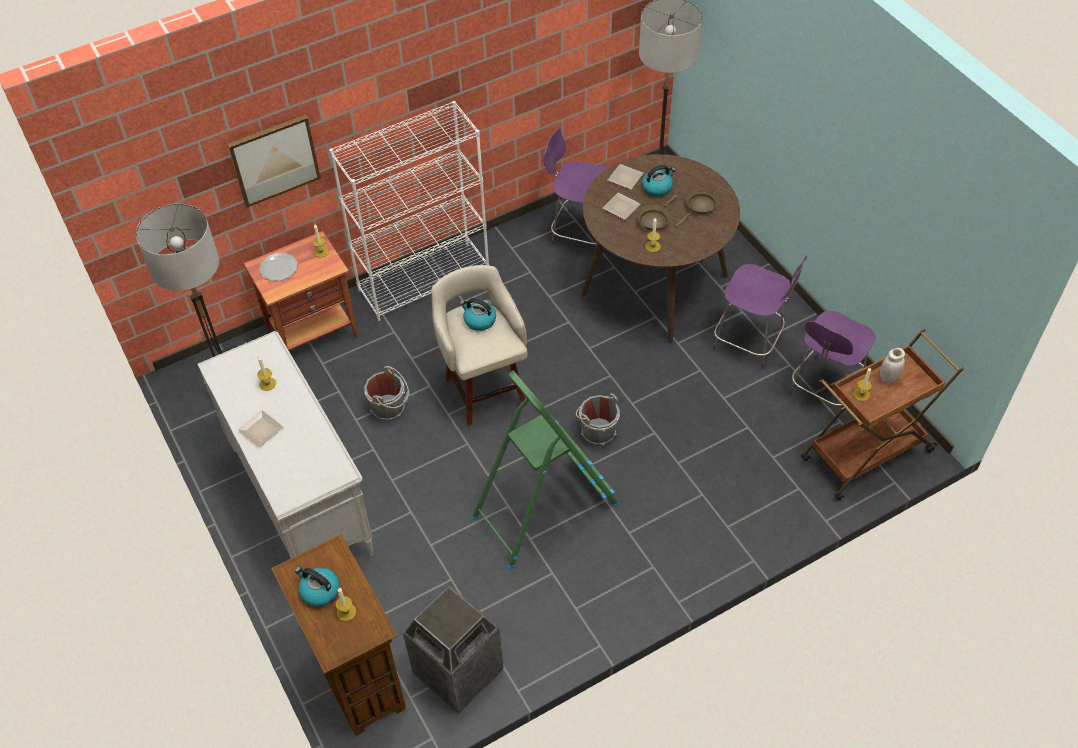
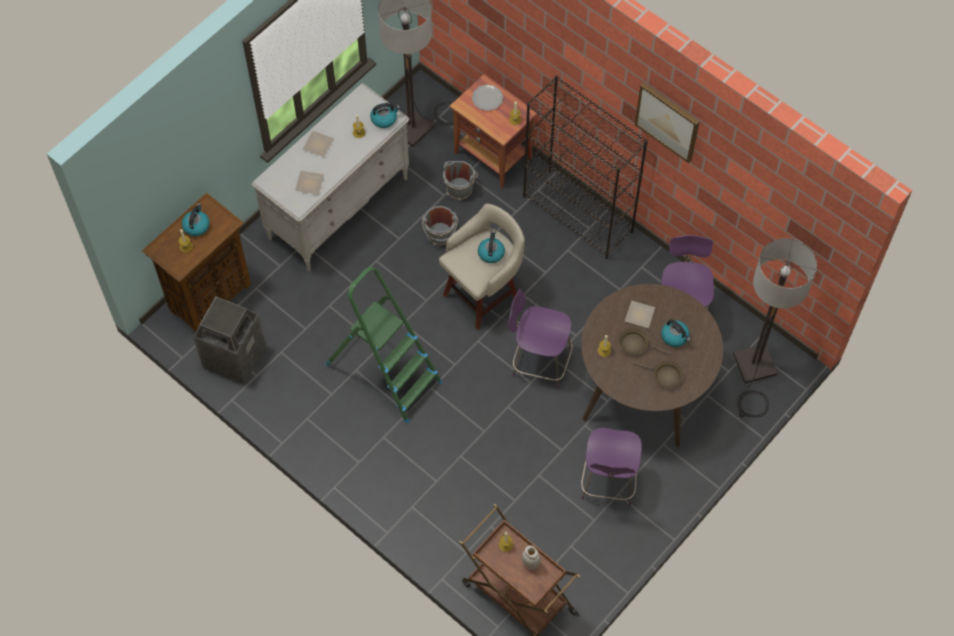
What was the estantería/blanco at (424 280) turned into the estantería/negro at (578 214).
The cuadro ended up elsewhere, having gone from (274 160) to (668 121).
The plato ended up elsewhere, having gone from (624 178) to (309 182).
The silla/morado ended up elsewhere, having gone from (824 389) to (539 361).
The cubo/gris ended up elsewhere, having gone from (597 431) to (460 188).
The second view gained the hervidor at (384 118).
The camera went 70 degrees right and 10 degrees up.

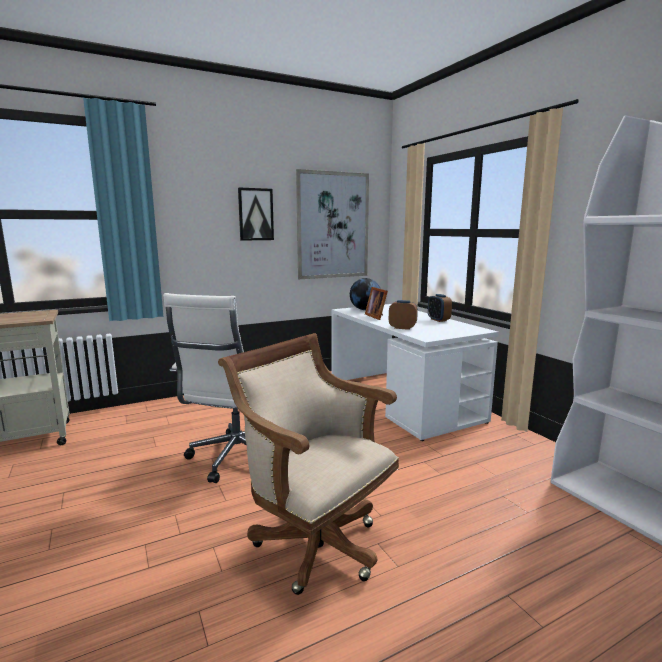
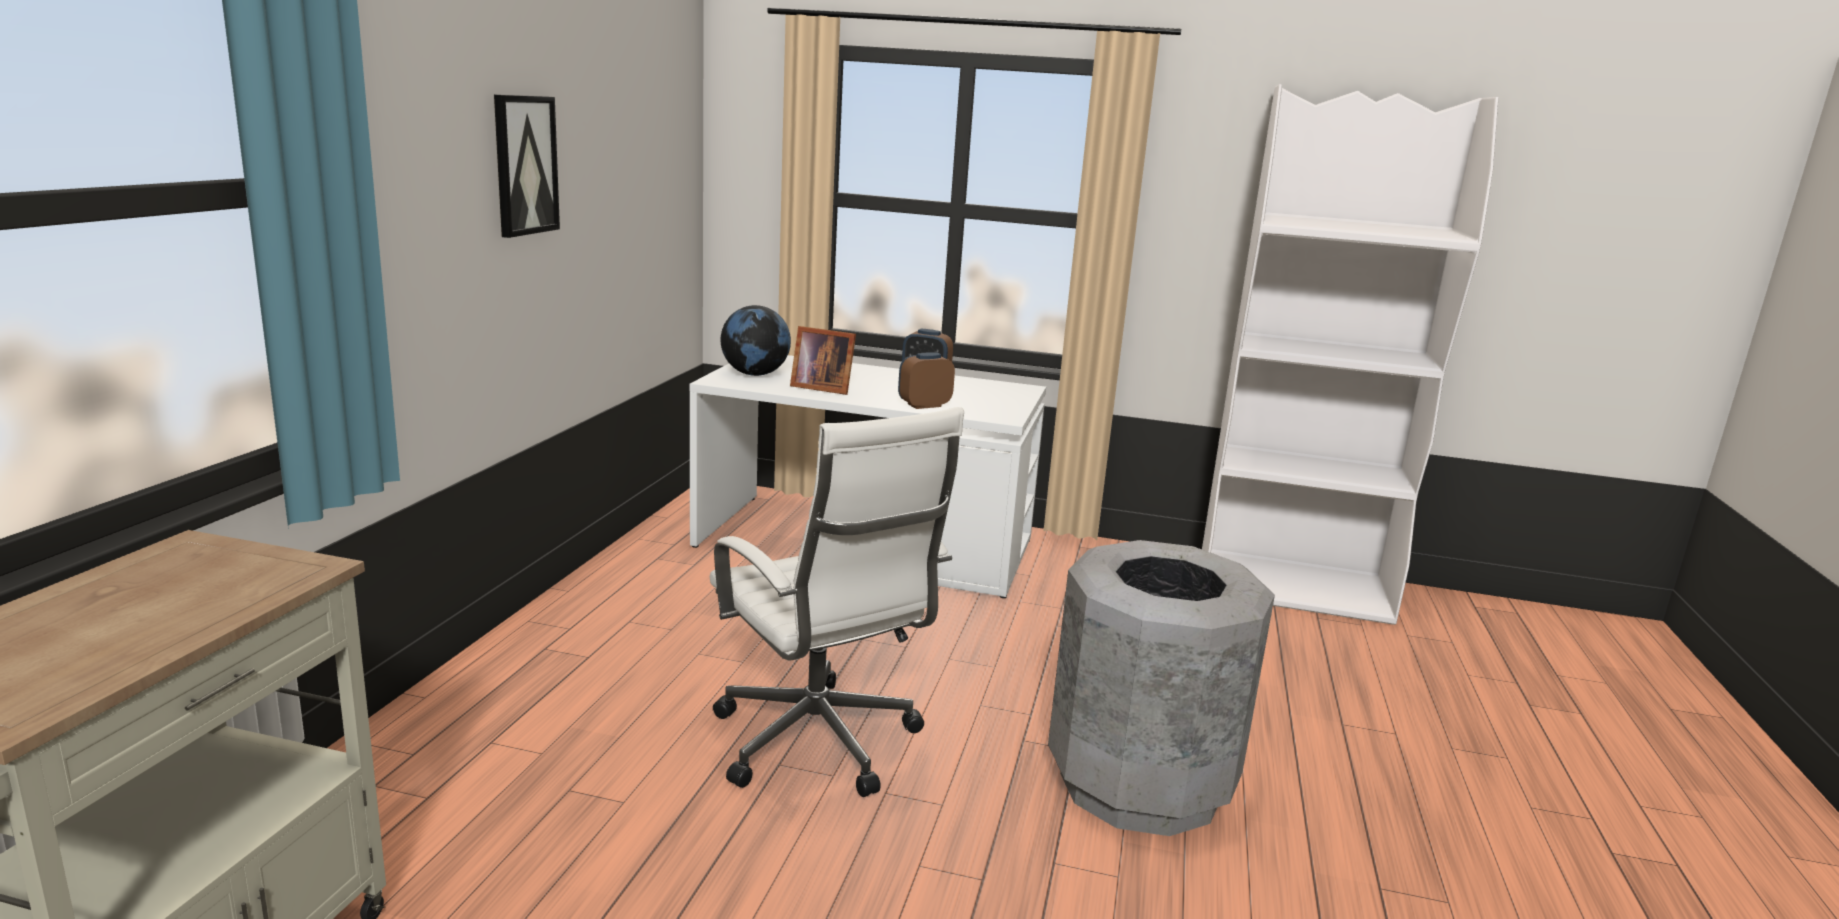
The second view lost the cuadro at (333 225).
Where the silla de oficina stood at (313 543), the papelera/gris came to stand at (1138 785).
The camera went 50 degrees left and 5 degrees up.

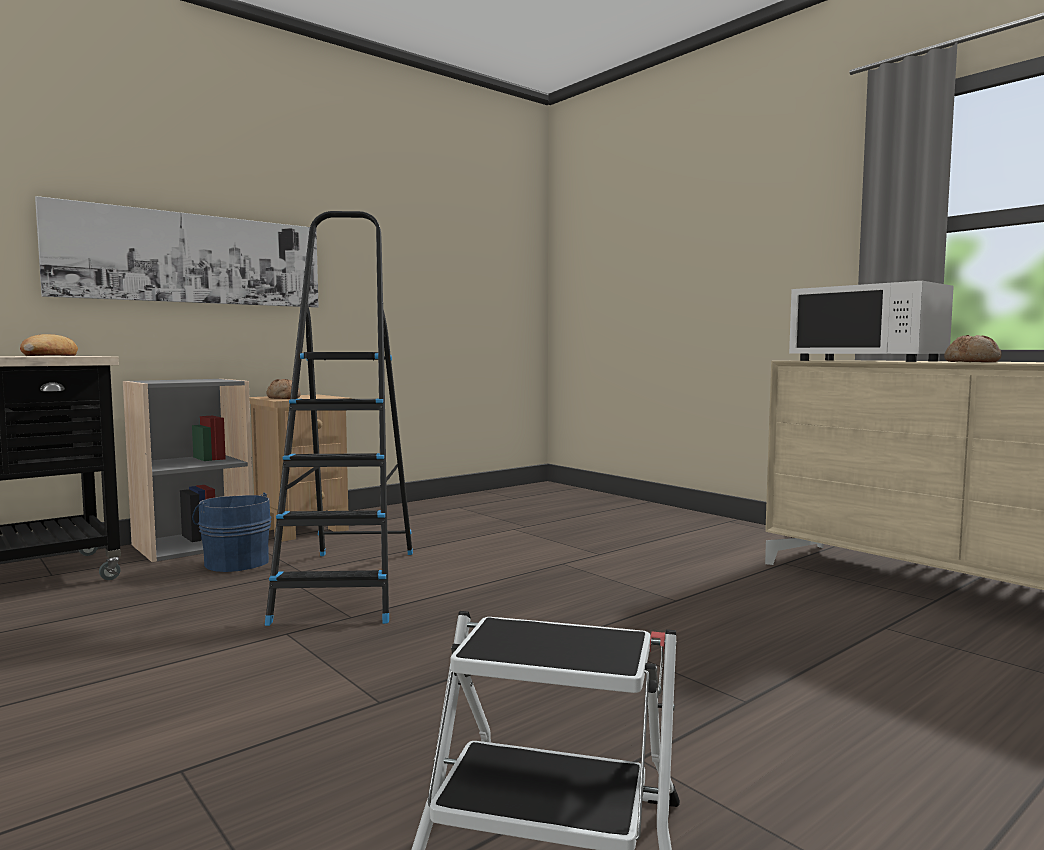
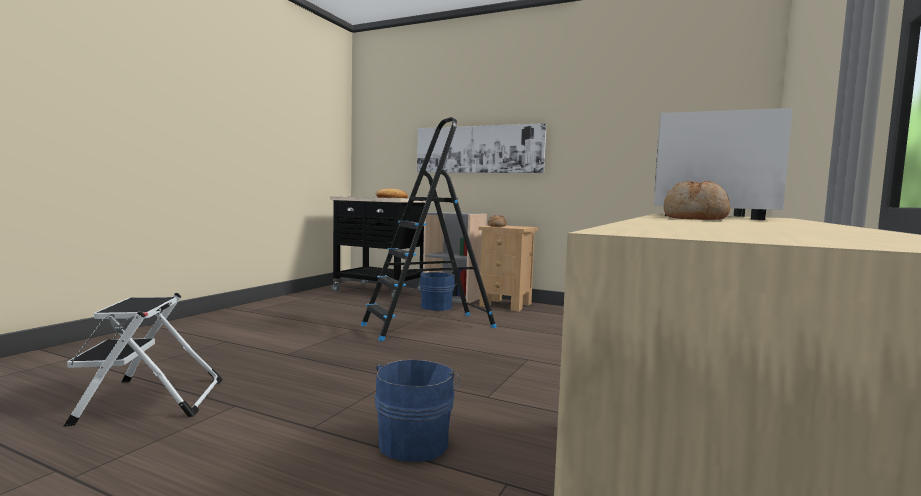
The second view gained the cubo/azul at (415 441).
The camera went 65 degrees right and 0 degrees up.

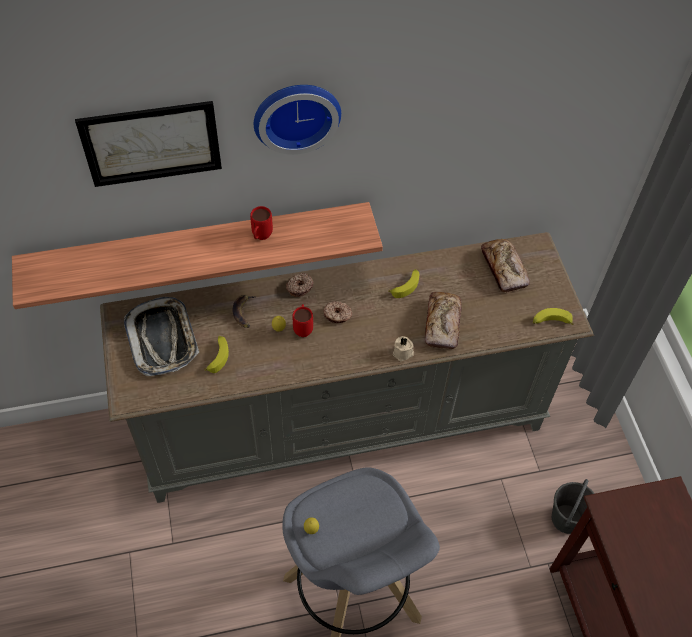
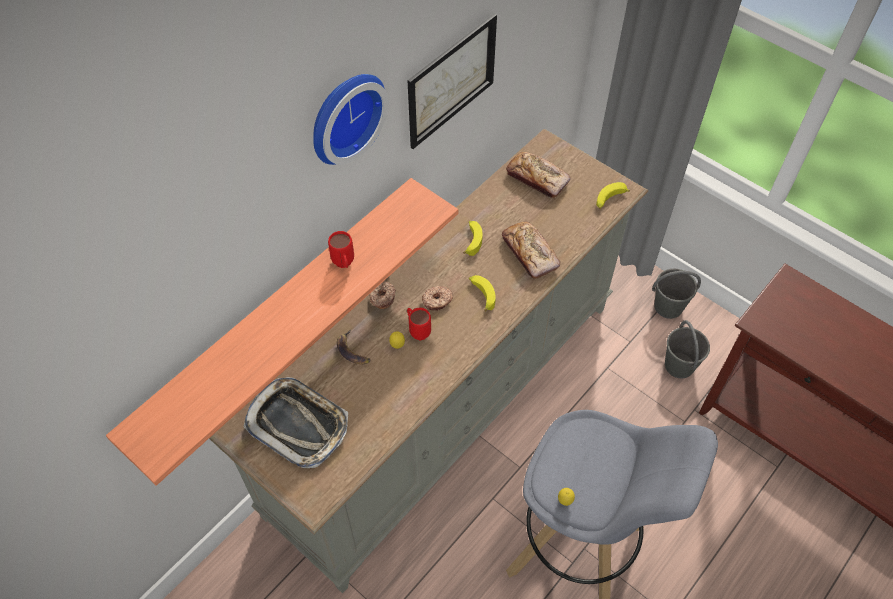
The cuadro ended up elsewhere, having gone from (151 143) to (451 81).
The plátano ended up elsewhere, having gone from (218 356) to (481 295).
The second view lost the vela/beis at (403 353).
The second view gained the cubo/gris at (667 307).
The camera went 35 degrees left and 0 degrees up.

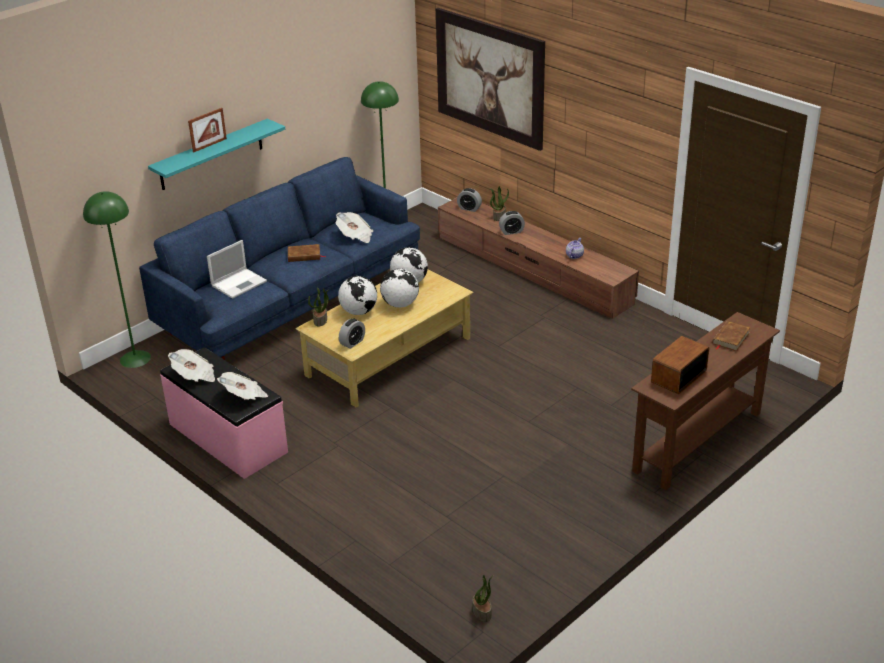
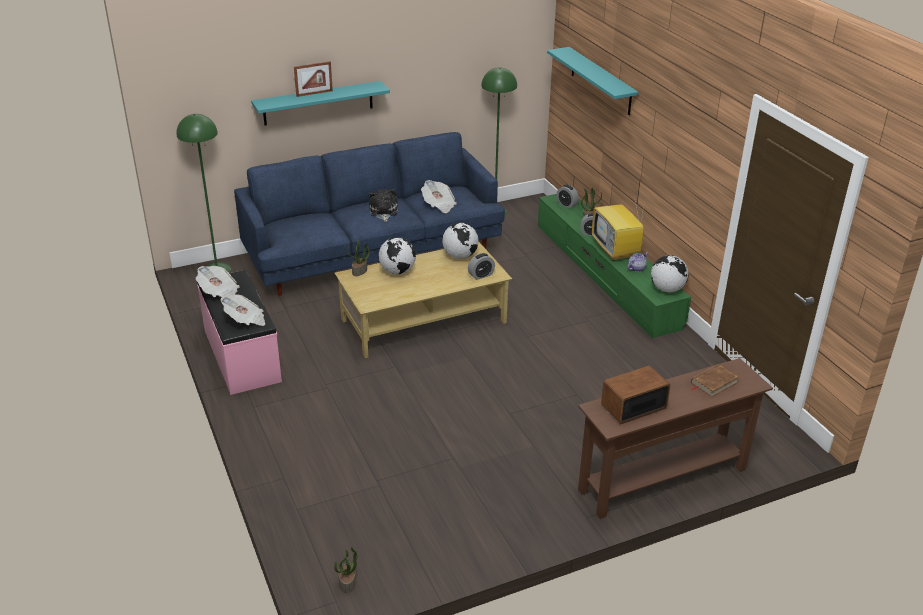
Where the cuadro hung at (490 78), the estante/turquesa came to hang at (601 81).
What was the mueble de televisión/marrón at (533 269) turned into the mueble de televisión/verde at (606 273).
The second view lost the portátil at (239 283).
Where the libro/marrón stood at (304 255), the peluche came to stand at (383 212).
The globo terráqueo ended up elsewhere, having gone from (400 304) to (667 289).
The despertador ended up elsewhere, having gone from (352 343) to (481 275).
The second view gained the televisor at (616 251).
The camera went 20 degrees right and 0 degrees up.

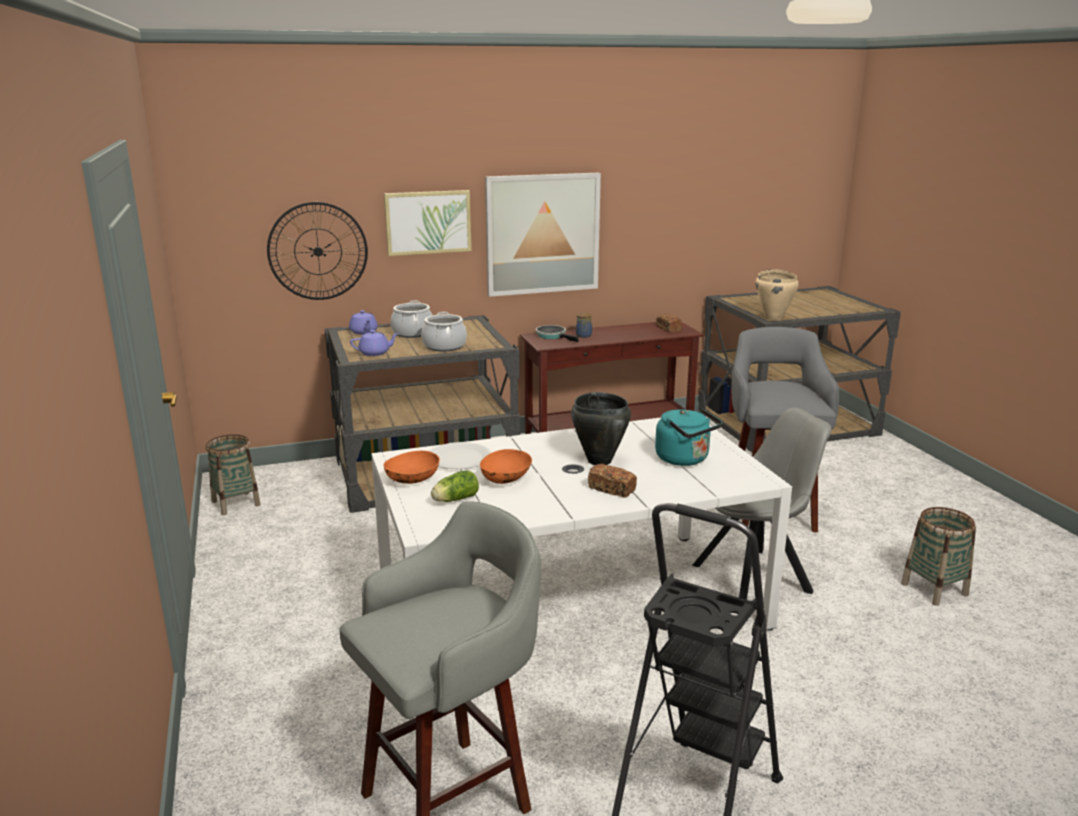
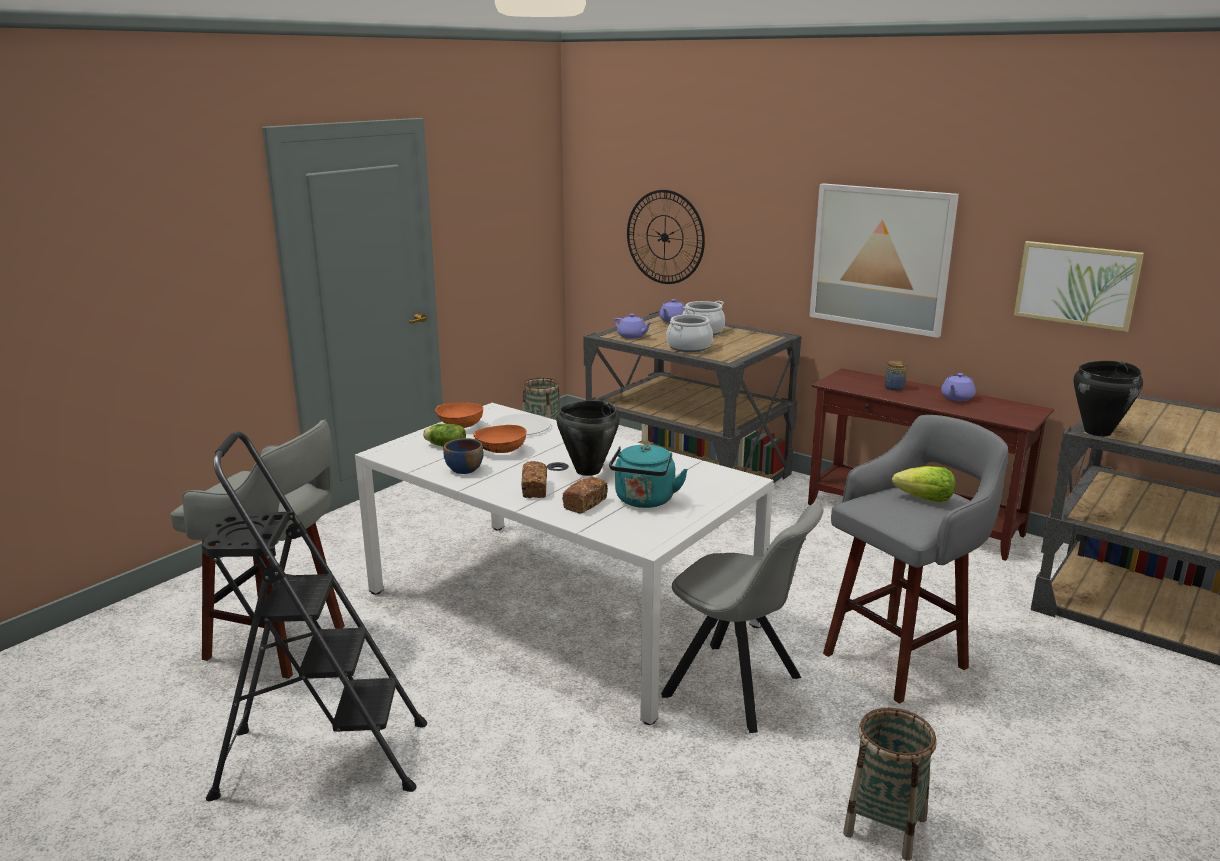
The cuadro ended up elsewhere, having gone from (428 222) to (1076 285).
What was the olla/beis at (773 318) turned into the olla/negro at (1098 432).
The pan ended up elsewhere, having gone from (668 329) to (585 504).
The second view lost the sartén at (553 336).
The second view gained the tetera/morado at (956 398).
The second view gained the cuenco/azul at (464 470).
The second view gained the lechuga at (925 499).
The camera went 55 degrees right and 0 degrees up.

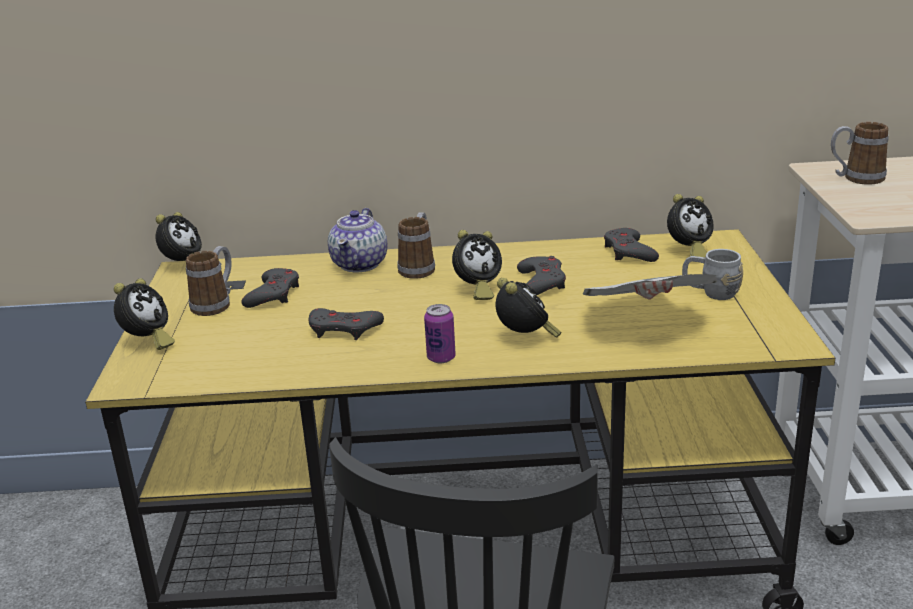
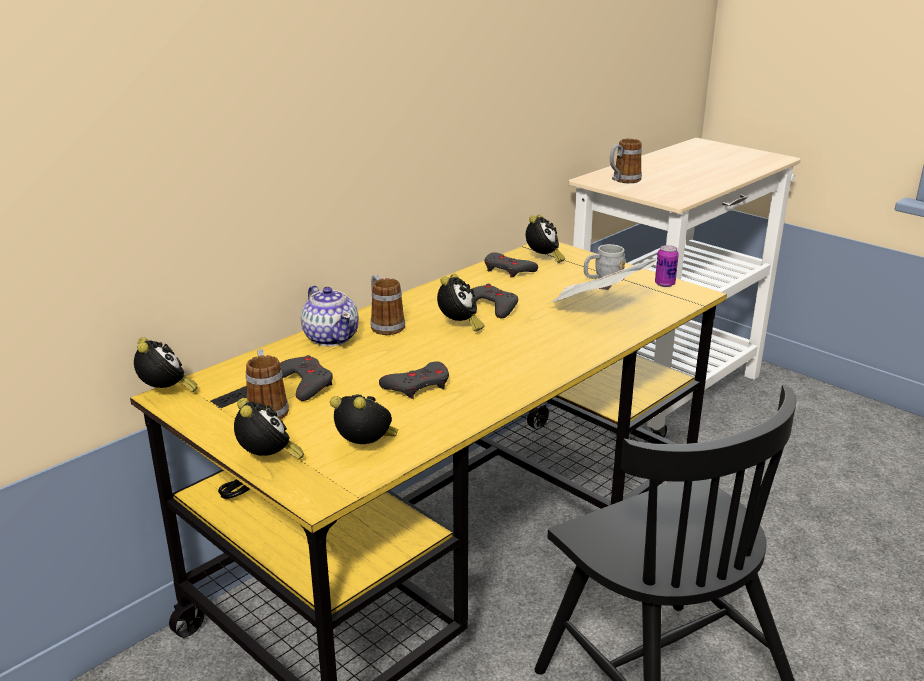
The despertador ended up elsewhere, having gone from (525 338) to (367 448).
The lata ended up elsewhere, having gone from (441 358) to (664 284).
The camera went 45 degrees left and 0 degrees up.

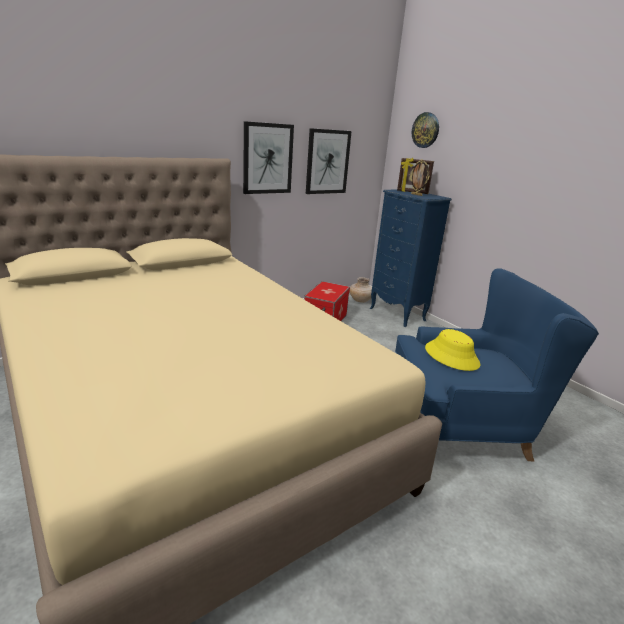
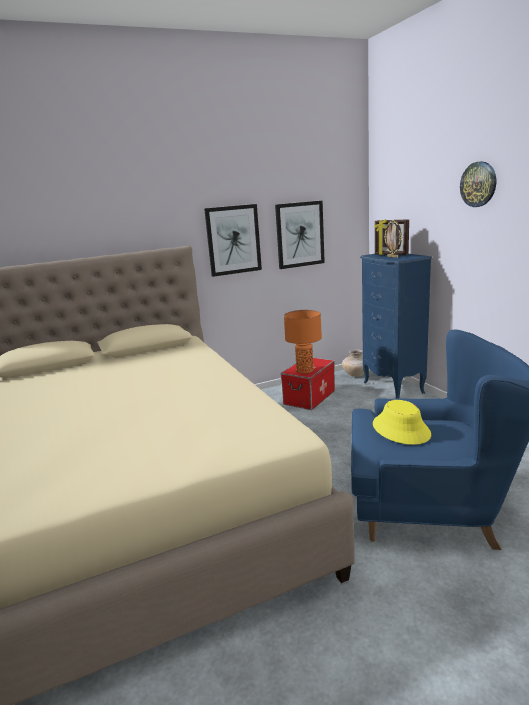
The reloj de pared ended up elsewhere, having gone from (425 130) to (478 184).
The second view gained the lámpara de mesa/naranja at (304 370).
The camera went 15 degrees right and 5 degrees down.

